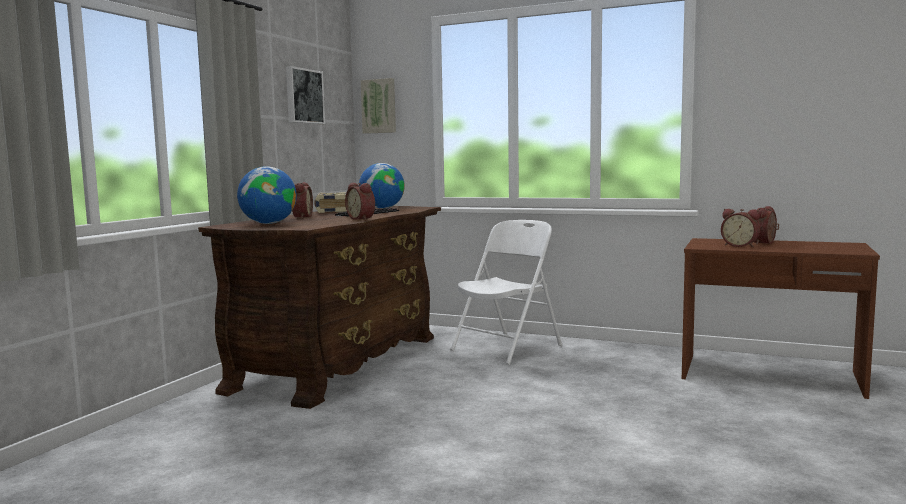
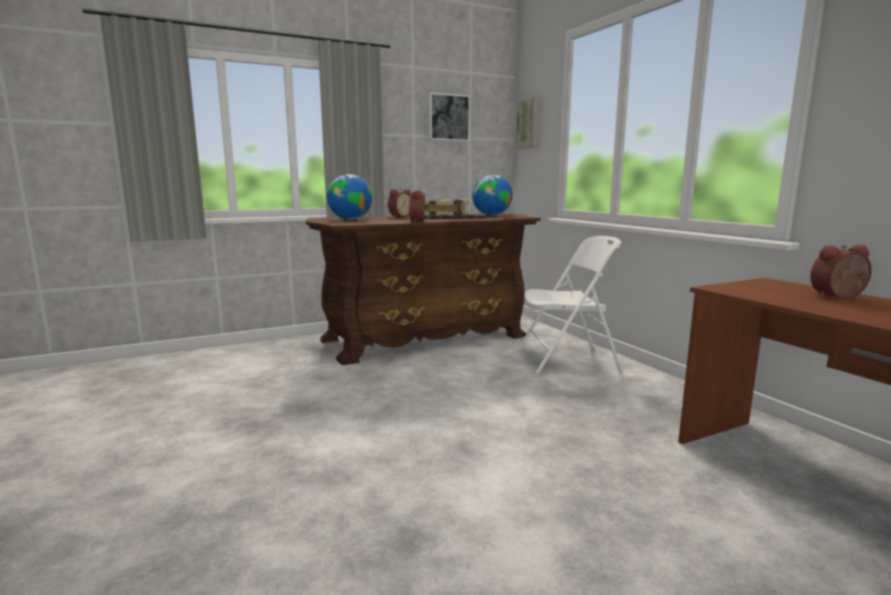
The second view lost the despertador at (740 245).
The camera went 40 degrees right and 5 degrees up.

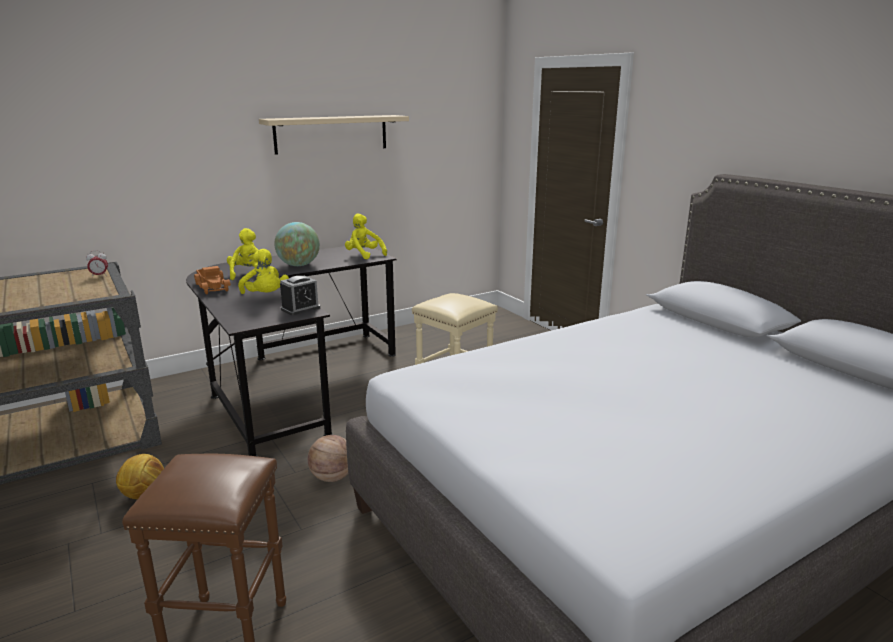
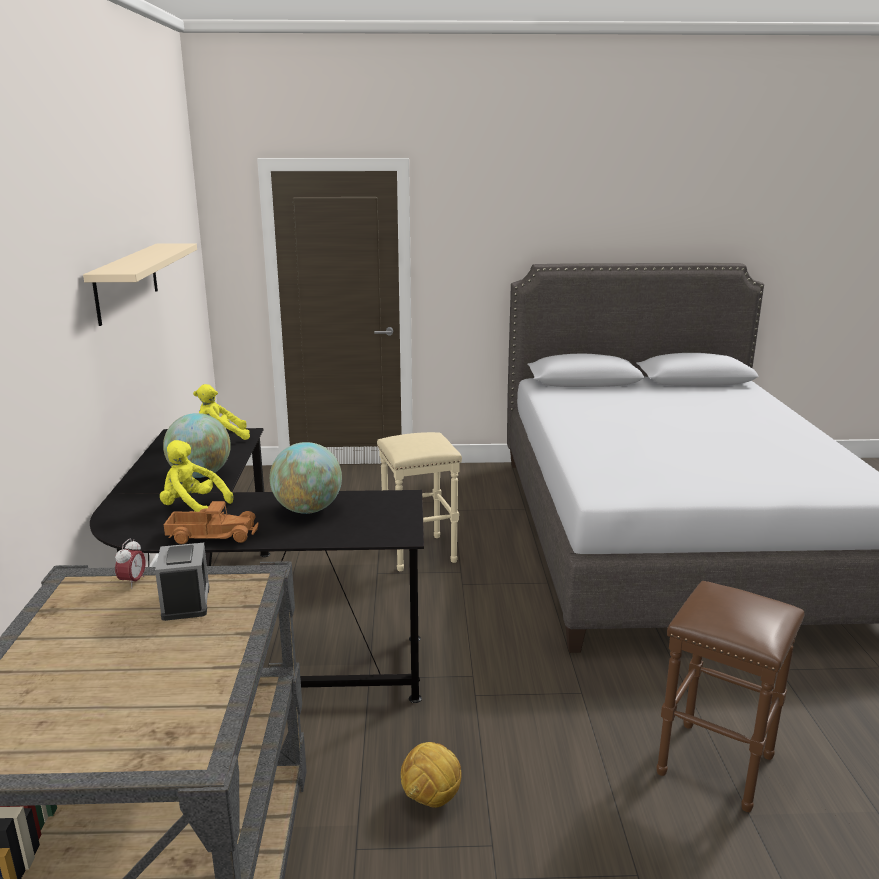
Where the peluche/amarillo stood at (265 296), the globo terráqueo came to stand at (308 510).
The despertador ended up elsewhere, having gone from (300 308) to (186 602).
The second view lost the balón de baloncesto at (332 477).
The camera went 60 degrees left and 0 degrees up.

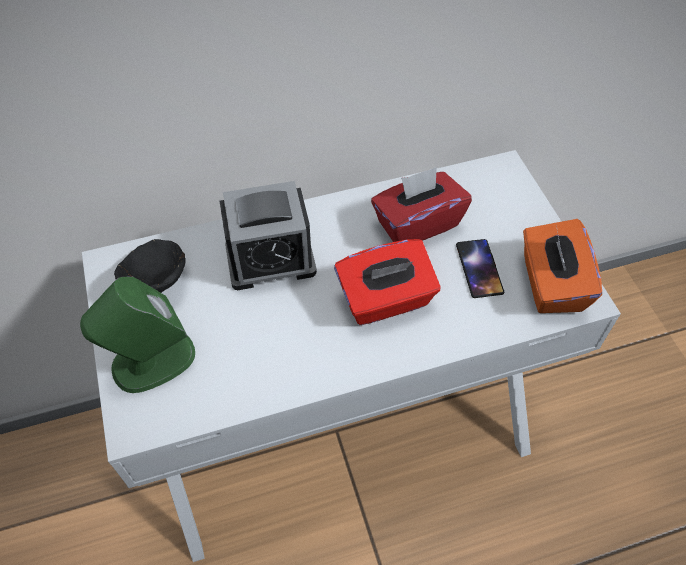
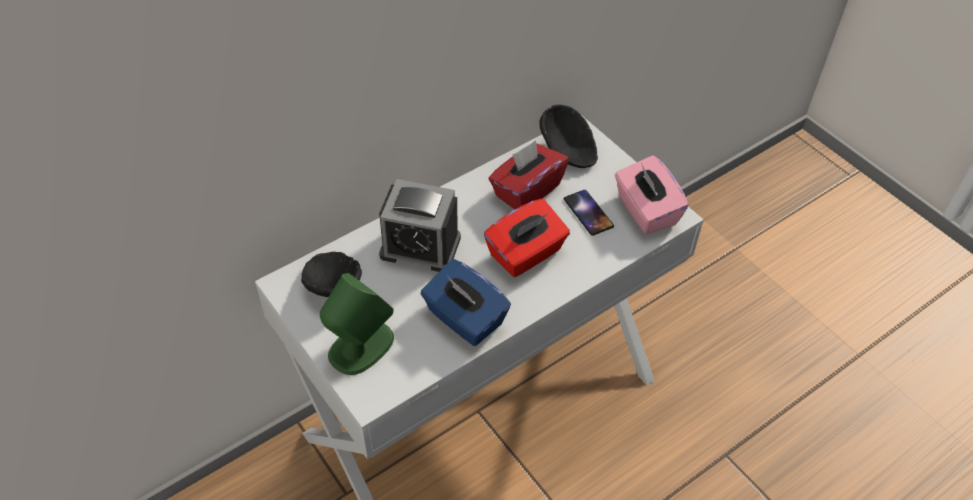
The despertador at (270 259) ended up facing another way, 45 degrees clockwise from before.
What was the caja de pañuelos/naranja at (550 284) turned into the caja de pañuelos/rosa at (645 211).
The second view gained the cuenco/negro at (568 152).
The second view gained the caja de pañuelos/azul at (464 319).
The camera went 20 degrees left and 5 degrees down.

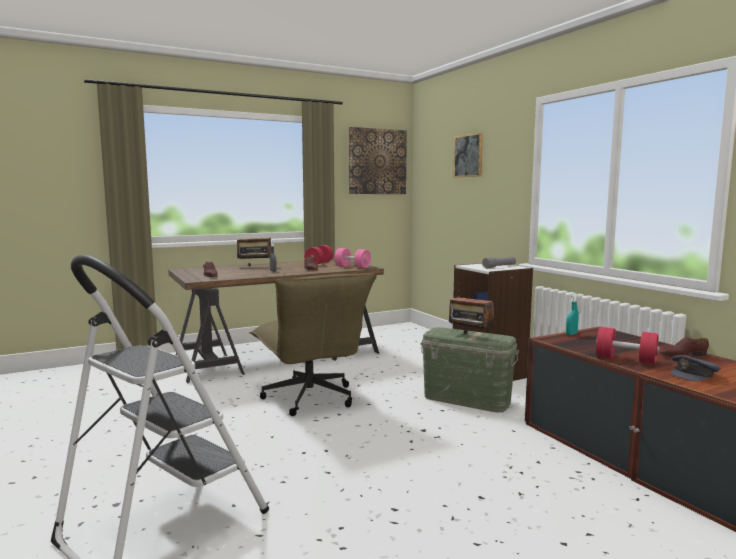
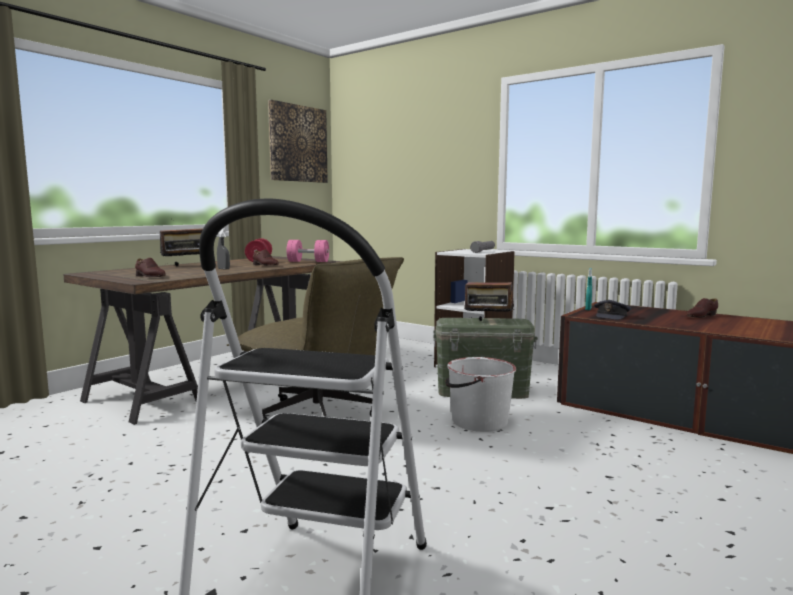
The second view lost the cuadro at (468 156).
The second view lost the mancuerna/rojo at (625 359).
The gorra/gris ended up elsewhere, having gone from (693 374) to (611 316).
The second view gained the cubo/blanco at (478 421).
The camera went 25 degrees left and 0 degrees up.

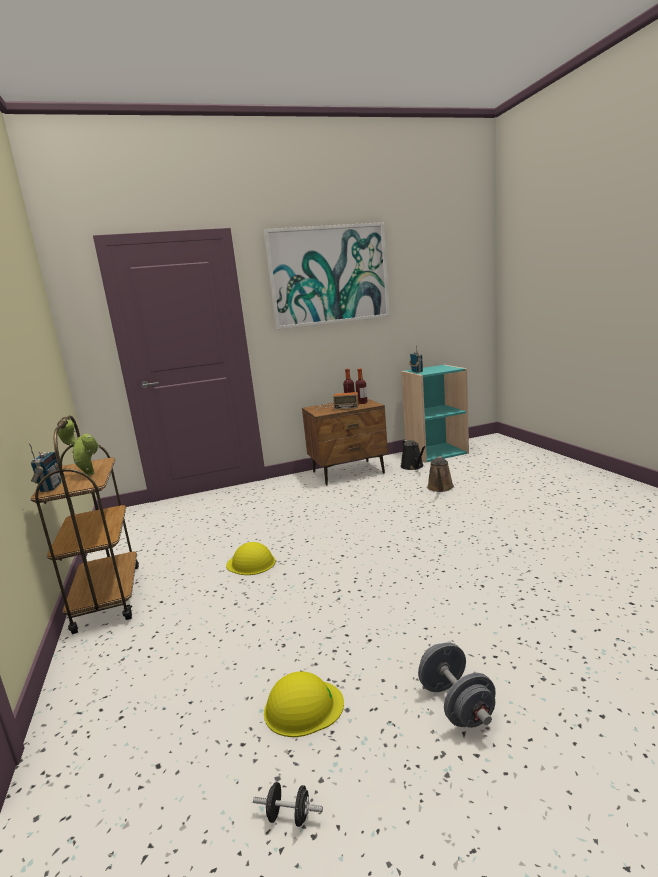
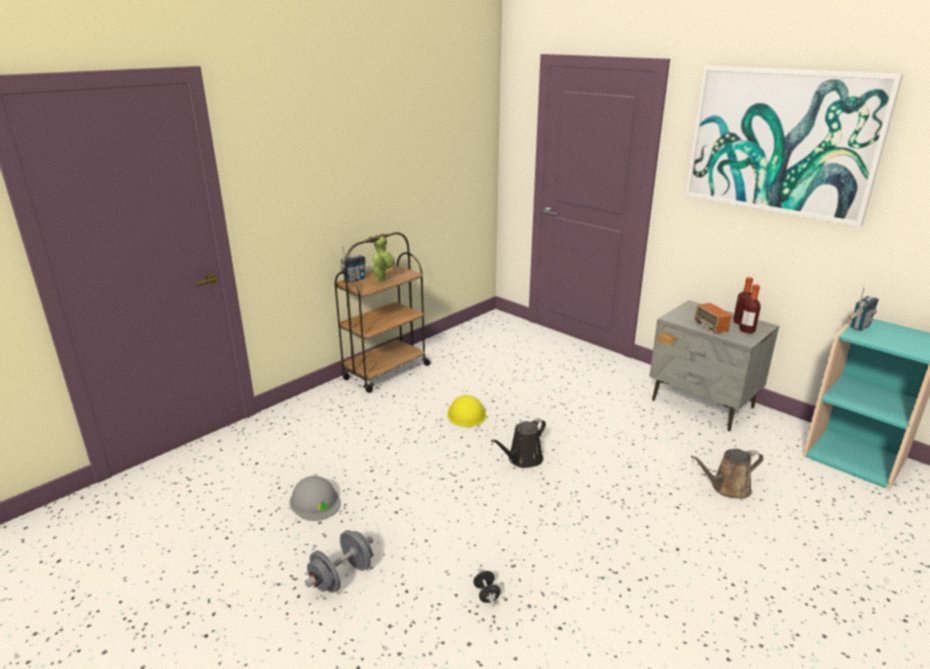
What was the mesita de noche/marrón at (348 472) turned into the mesita de noche/gris at (703 404).
The regadera/negro ended up elsewhere, having gone from (413 466) to (523 459).
What was the casco/amarillo at (303 707) turned into the casco/gris at (315 501).
The mancuerna/negro ended up elsewhere, having gone from (289 816) to (486 594).
The camera went 60 degrees right and 10 degrees up.

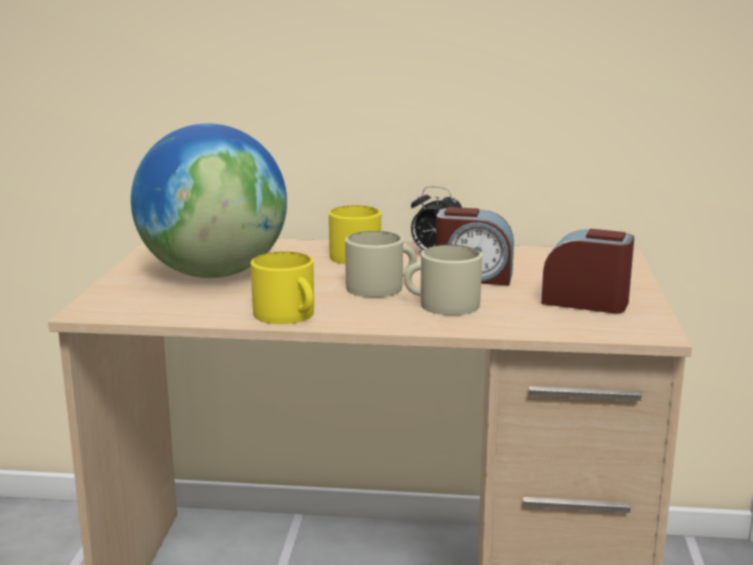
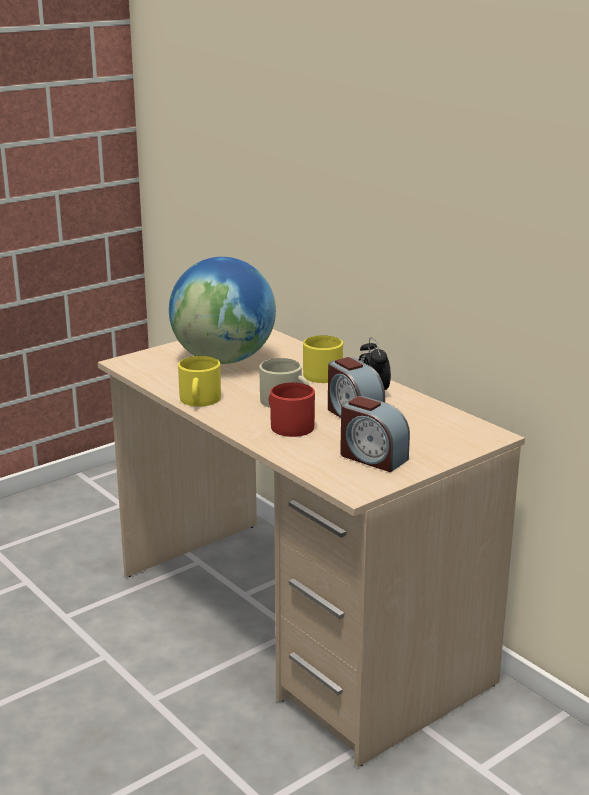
The despertador at (585 302) ended up facing another way, 150 degrees clockwise from before.
What was the taza grande/beis at (441 304) turned into the taza grande/rojo at (288 425).
The camera went 45 degrees right and 5 degrees up.

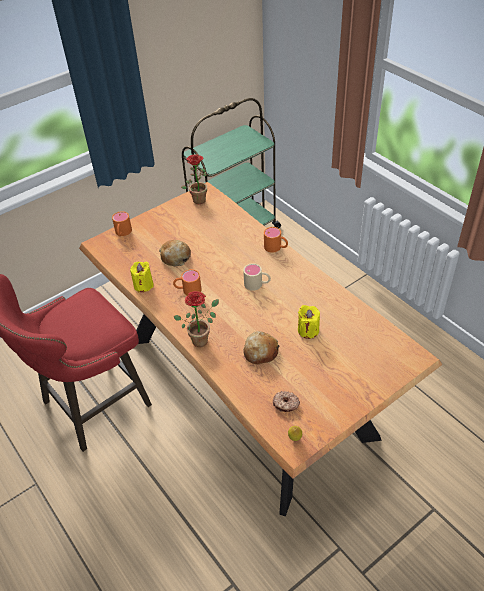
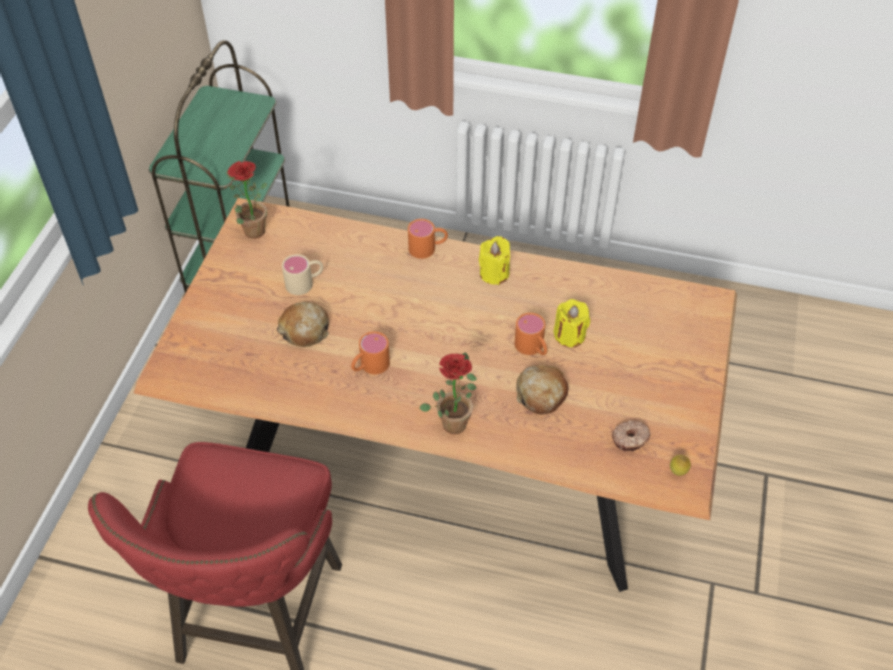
The taza grande/naranja ended up elsewhere, having gone from (122 233) to (532 348).
The vela/amarillo ended up elsewhere, having gone from (143 285) to (494 273).
The taza grande/beis ended up elsewhere, having gone from (257 284) to (305 282).
The camera went 40 degrees left and 5 degrees up.

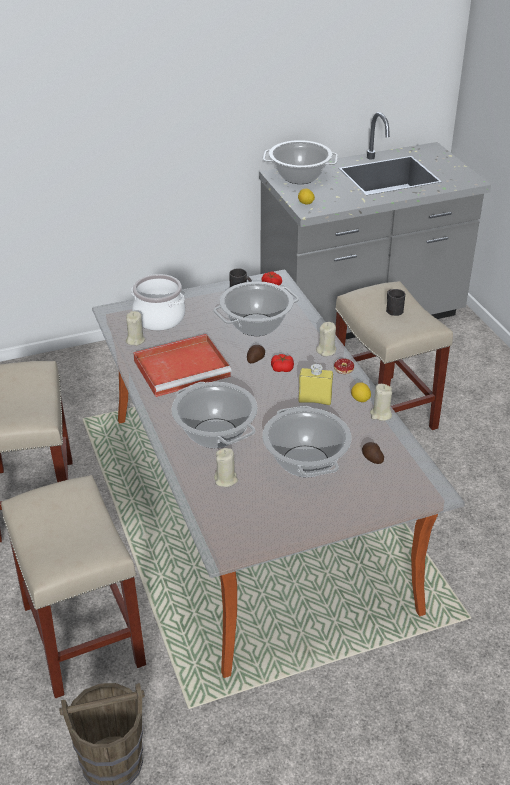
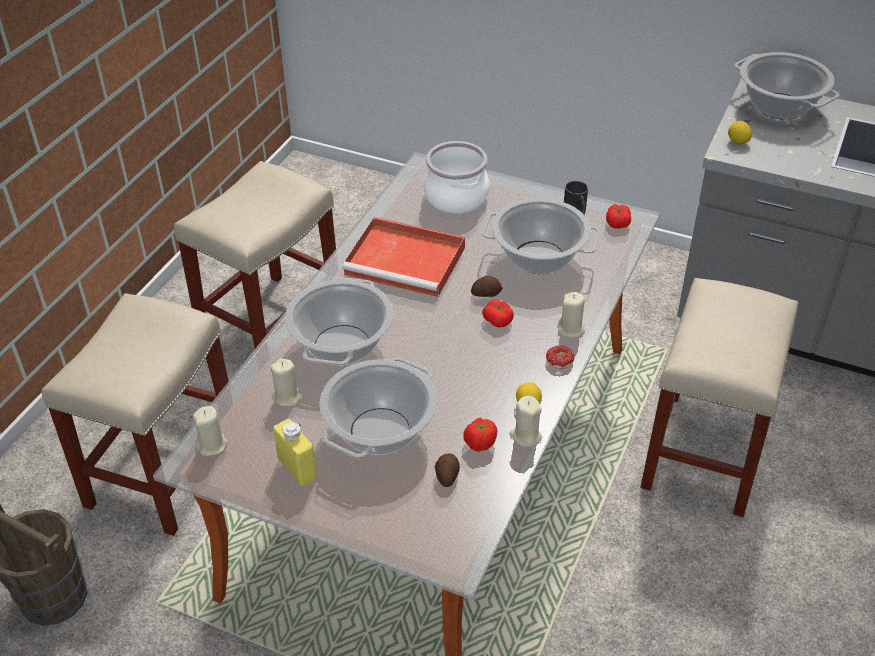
The second view lost the taza grande/negro at (392 309).
The vela/beis ended up elsewhere, having gone from (135 340) to (212 445).
The botella/amarillo ended up elsewhere, having gone from (315 400) to (297 468).
The second view gained the tomate at (479 443).
The camera went 45 degrees right and 5 degrees up.

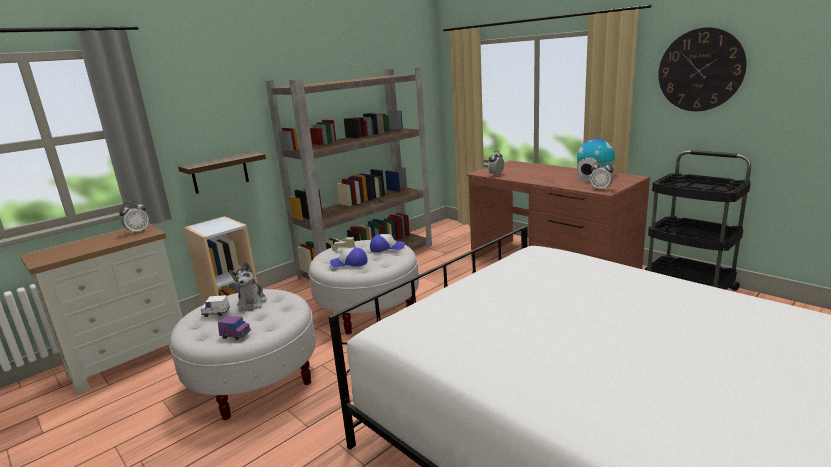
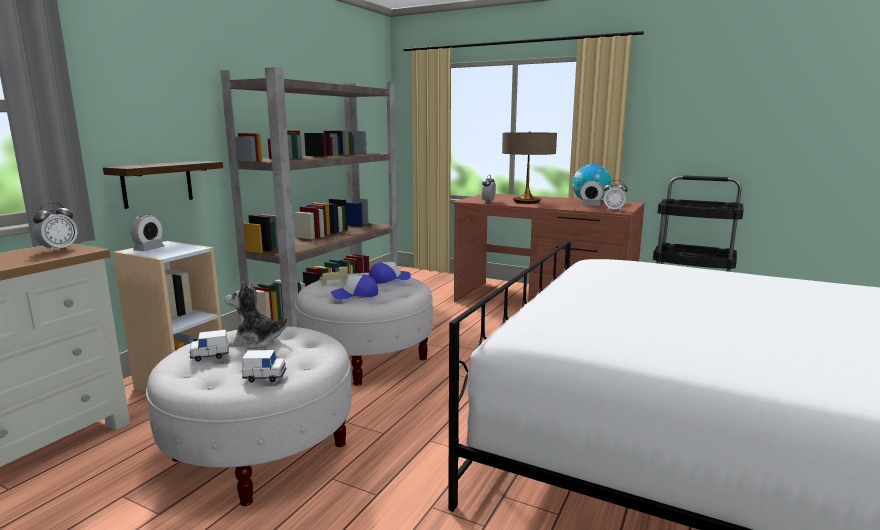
The second view lost the reloj de pared at (700 70).
The peluche at (252 303) ended up facing another way, 120 degrees clockwise from before.
What was the coche de juguete/morado at (235 335) turned into the coche de juguete/blanco at (265 377).
The second view gained the lámpara de mesa at (526 202).
The second view gained the despertador at (149 249).
The camera went 20 degrees left and 5 degrees down.

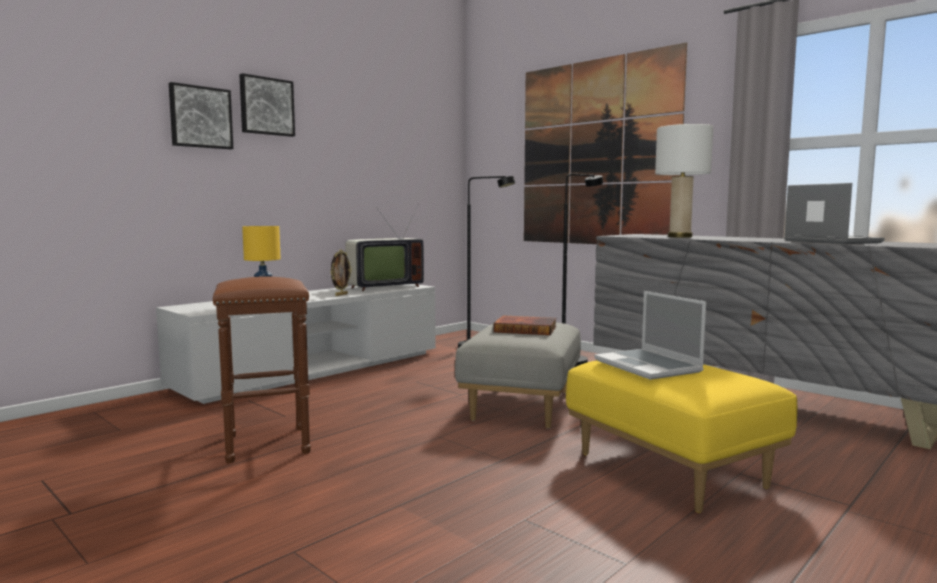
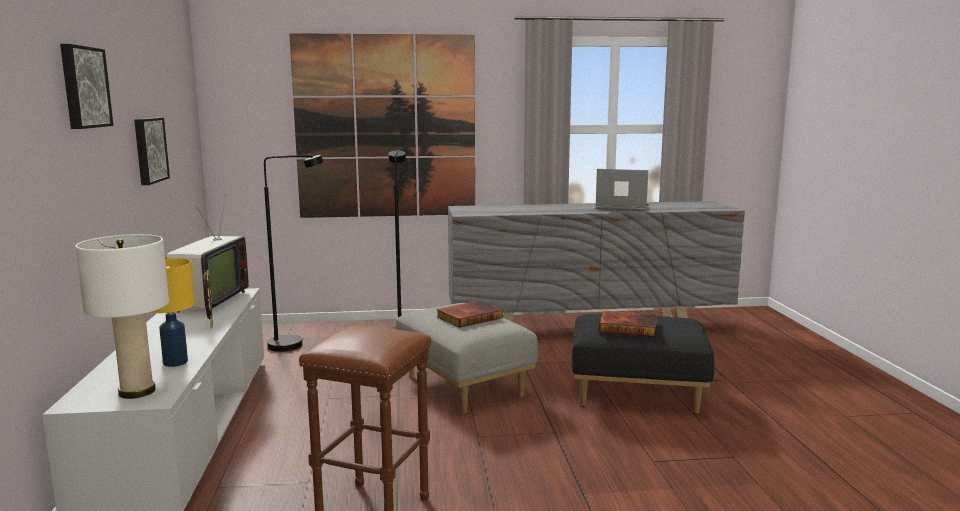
The cuadro ended up elsewhere, having gone from (200 117) to (149 150).
The lámpara de mesa/blanco ended up elsewhere, having gone from (680 237) to (137 391).
Where the portátil stood at (649 366), the libro came to stand at (628 326).
What was the puf/amarillo at (672 469) turned into the puf/negro at (638 394).
The camera went 50 degrees left and 5 degrees up.

